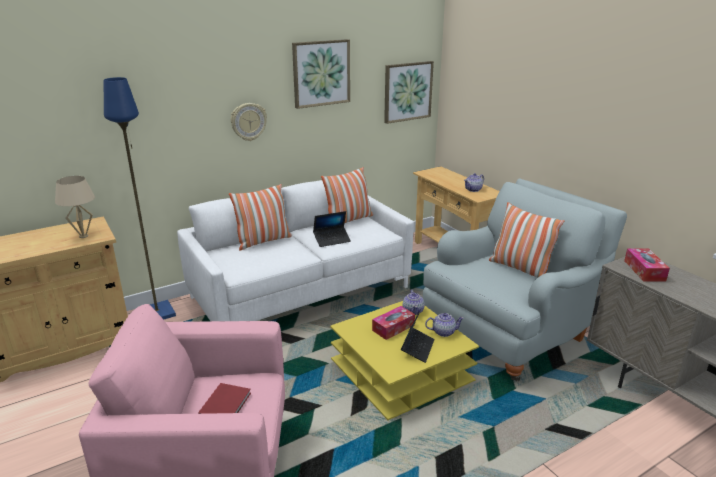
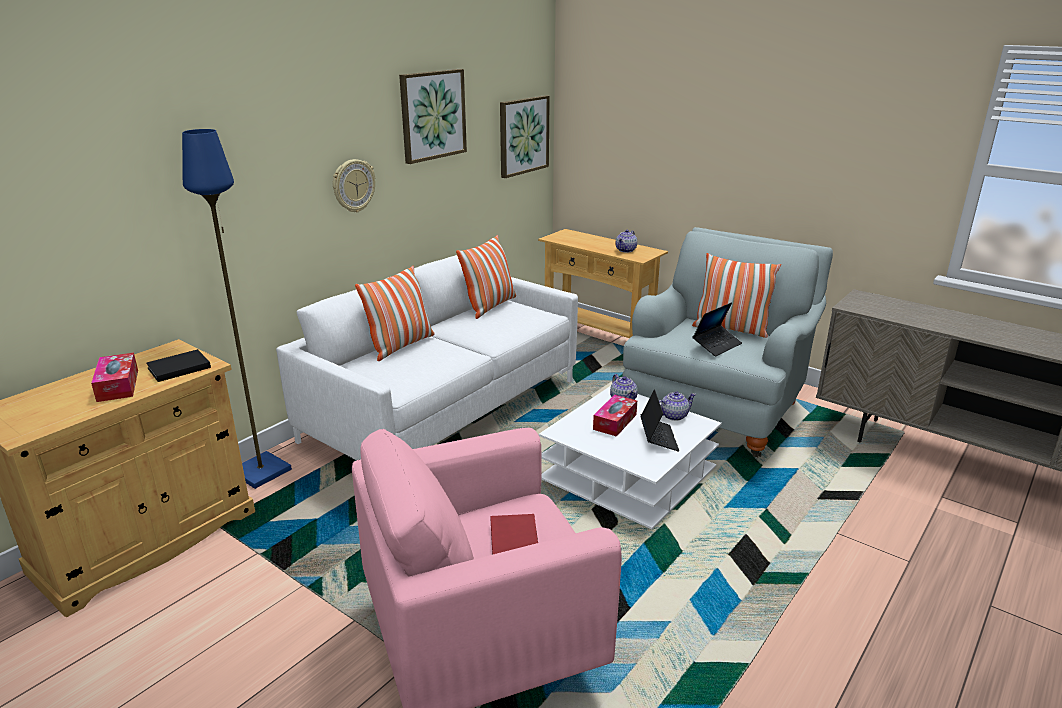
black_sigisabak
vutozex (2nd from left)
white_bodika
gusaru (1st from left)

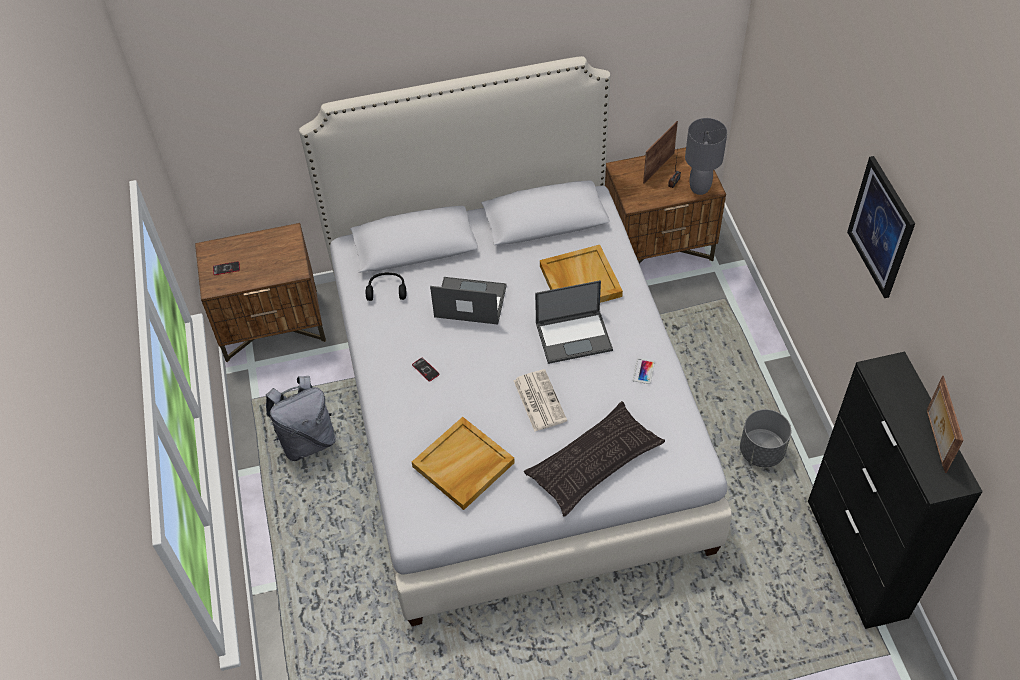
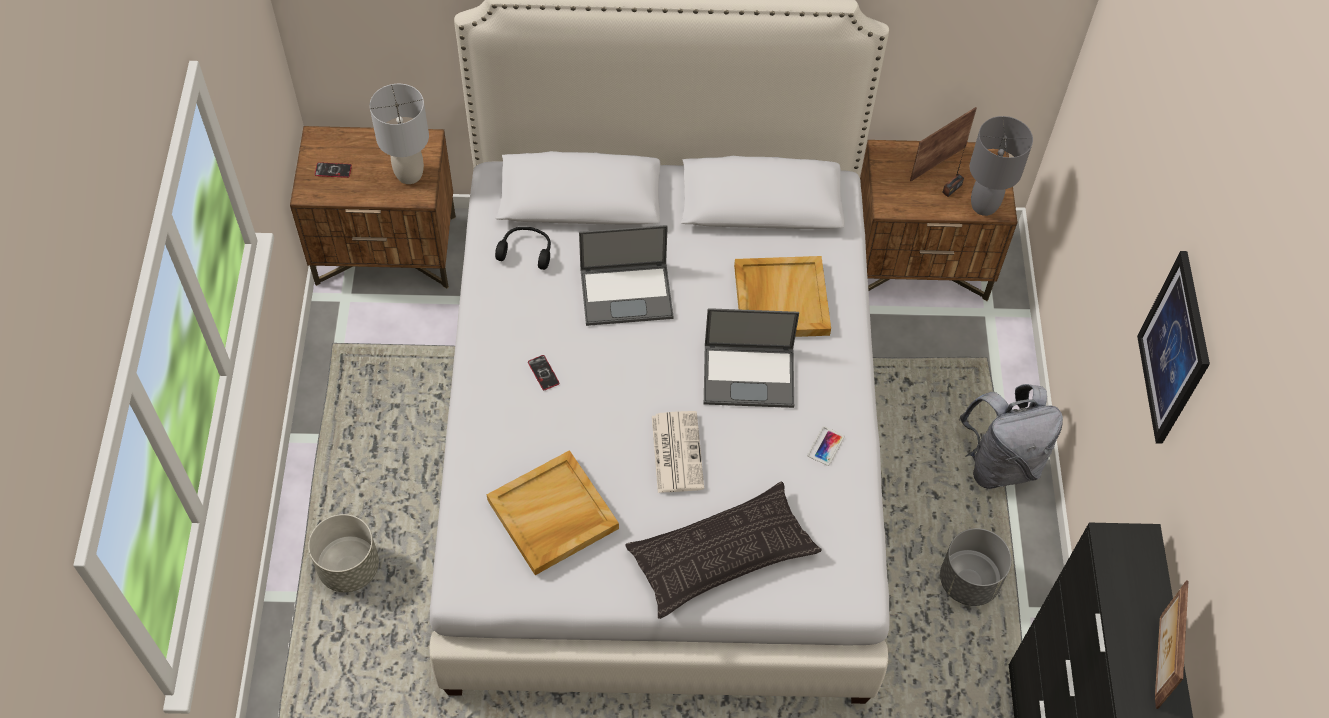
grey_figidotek
vutozex (1st from left)
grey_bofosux (1st from left)
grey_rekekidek (1st from left)

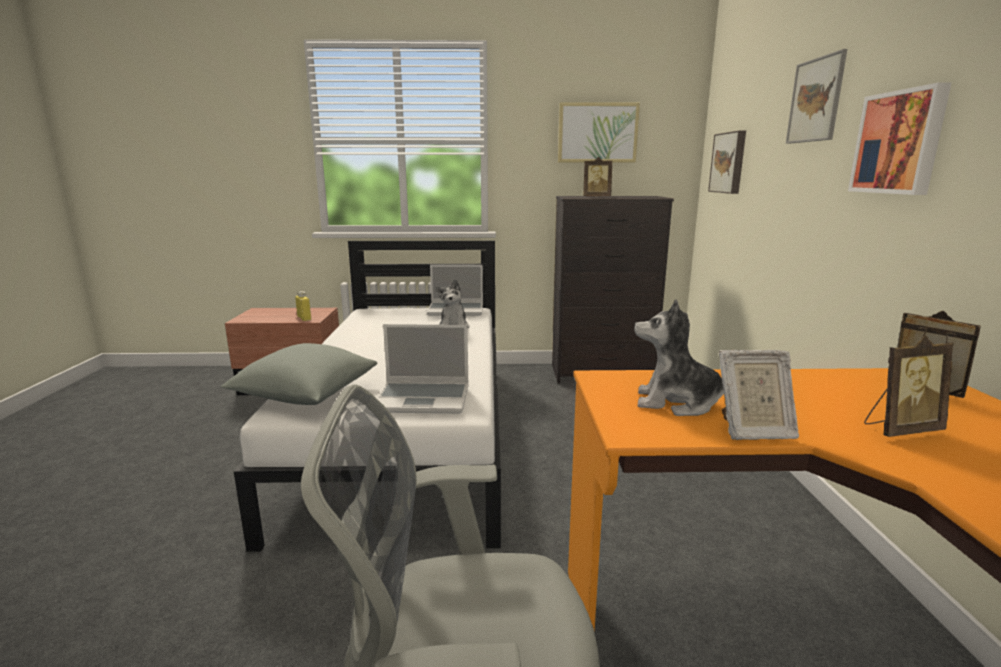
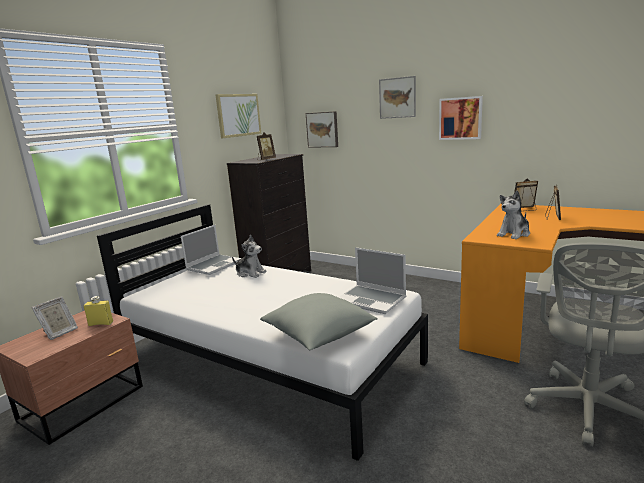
vutozex (2nd from left)
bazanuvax (1st from left)

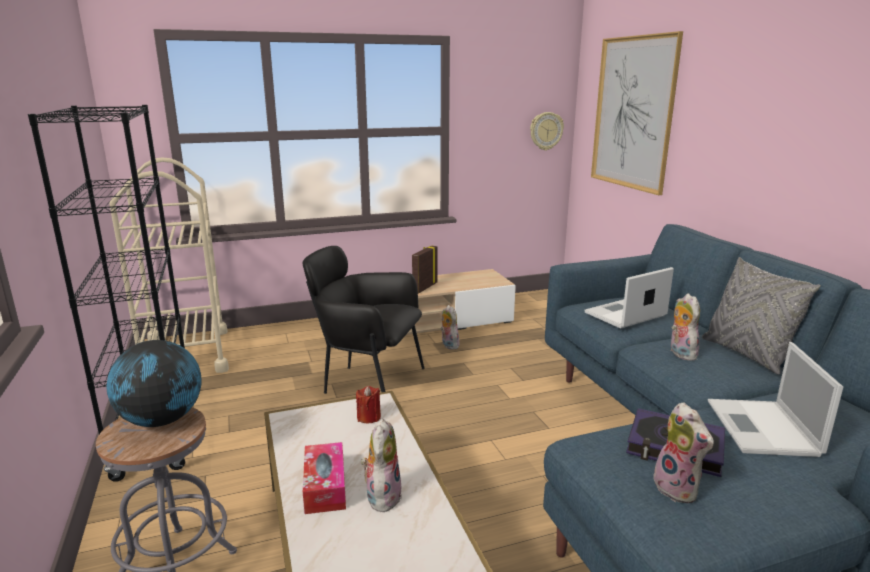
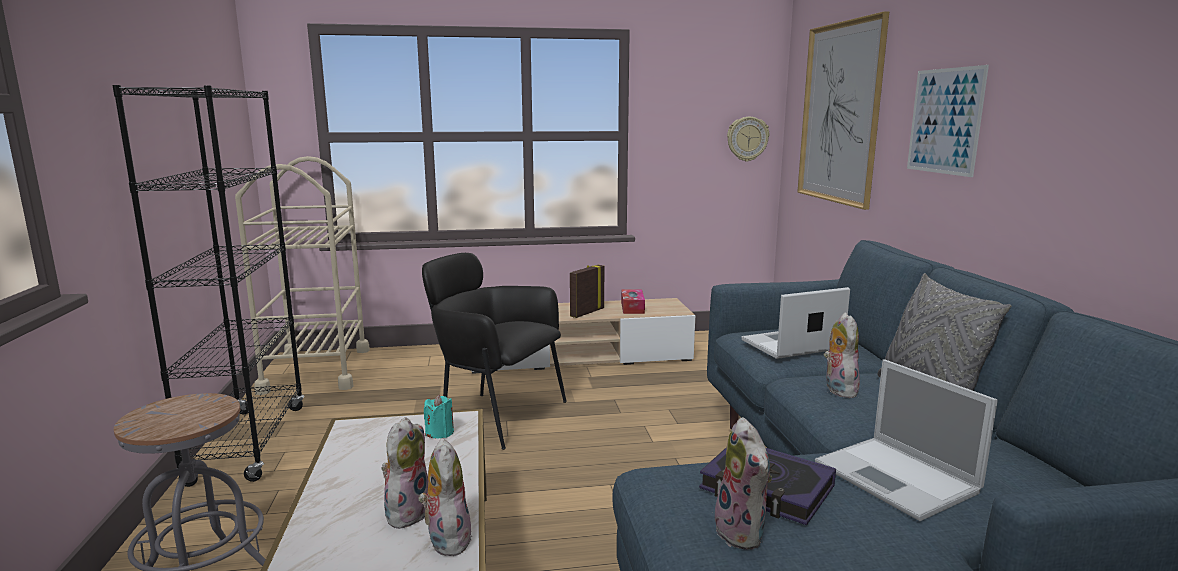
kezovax
gusaru
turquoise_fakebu
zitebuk (2nd from left)
vutozex (2nd from left)
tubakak (2nd from left)

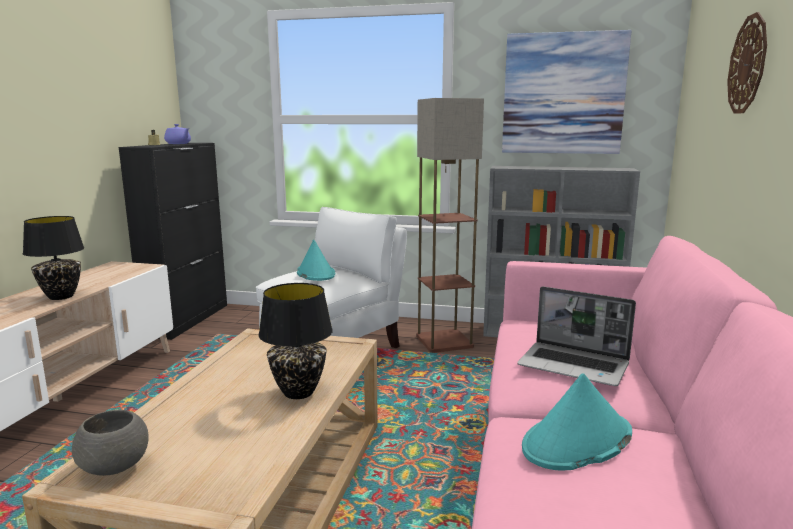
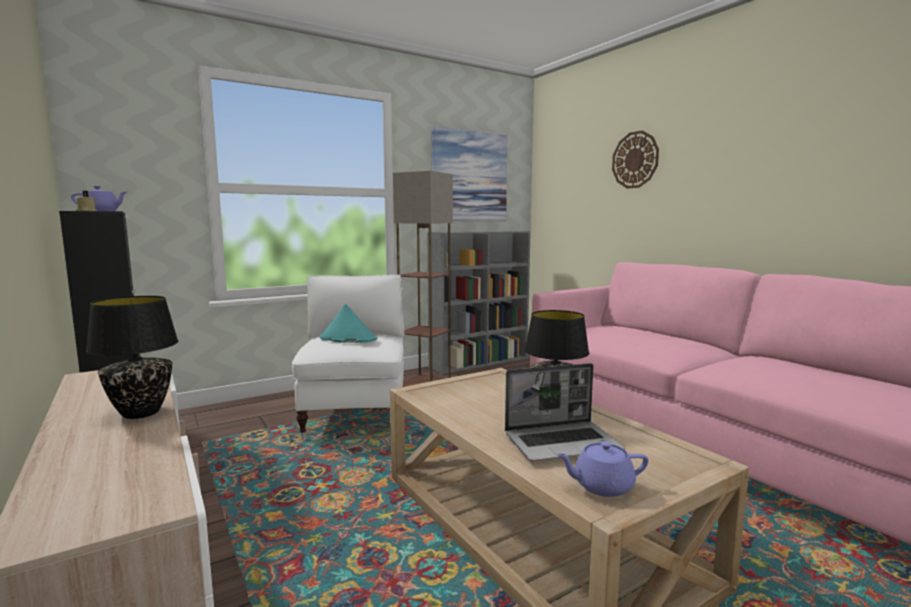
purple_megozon (2nd from left)
vutozex
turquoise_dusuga (2nd from left in the first image)

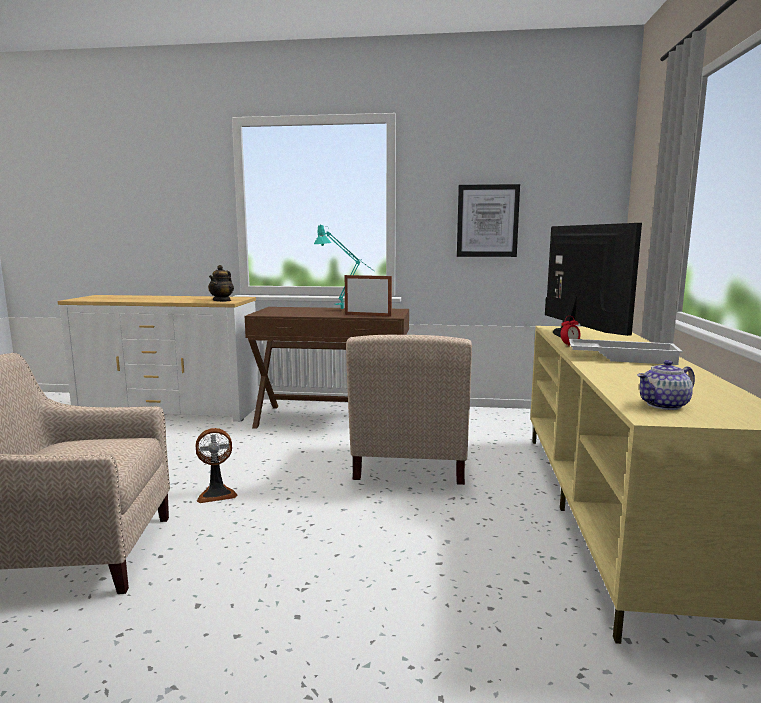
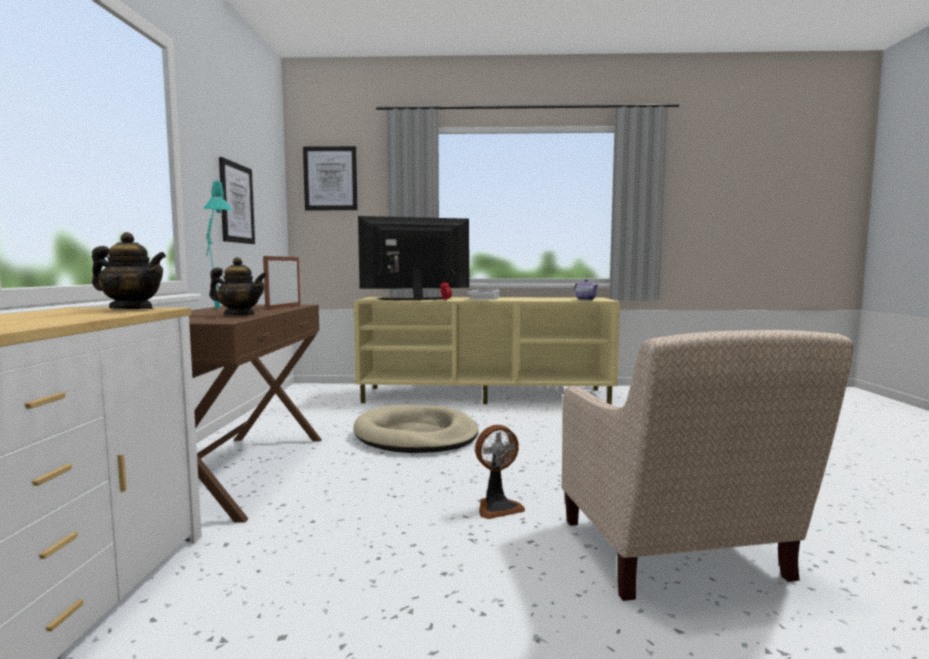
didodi
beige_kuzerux
megozon (2nd from left)
tubakak (2nd from left)

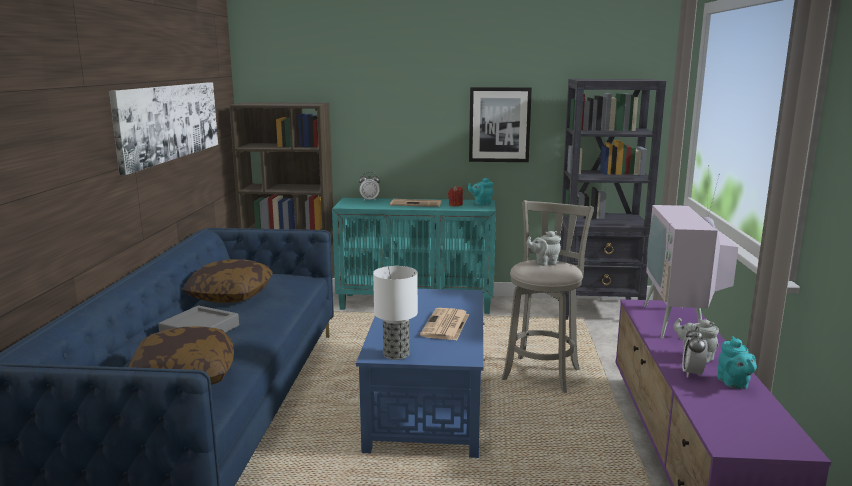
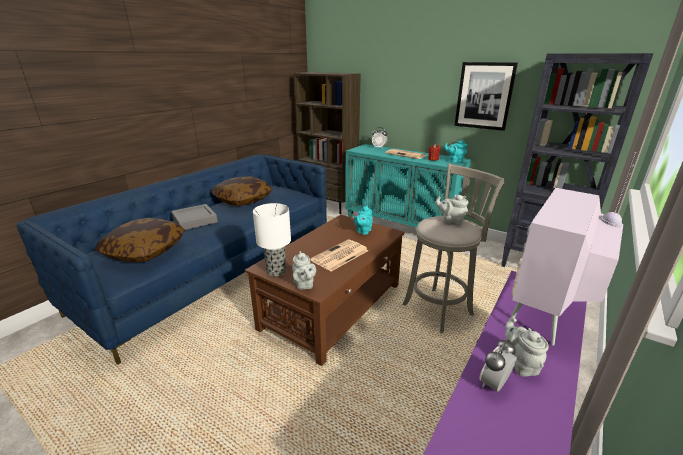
tubakak (1st from left in the first image)
brown_bodika
turquoise_megozon (1st from left)
grey_megozon (1st from left)

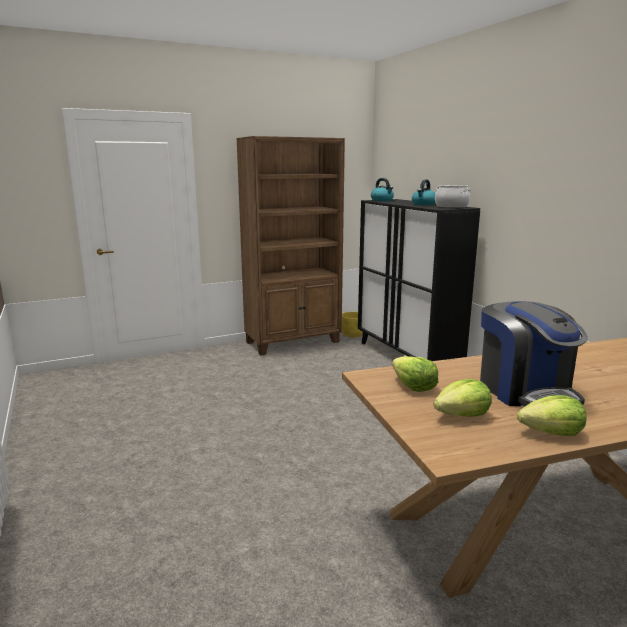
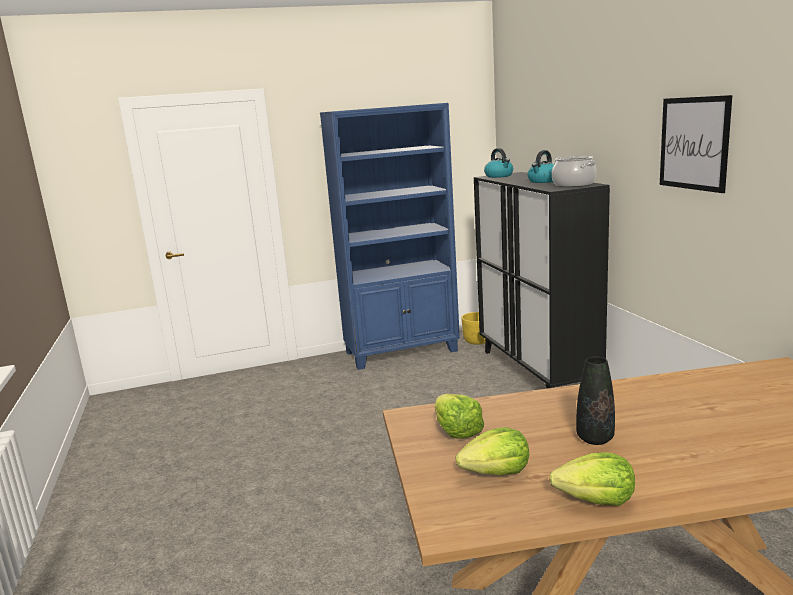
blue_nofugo
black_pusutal
tubakak

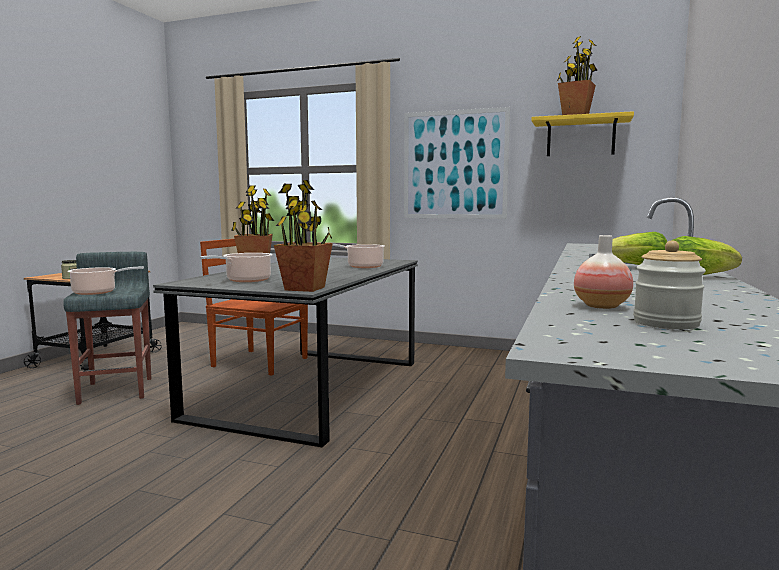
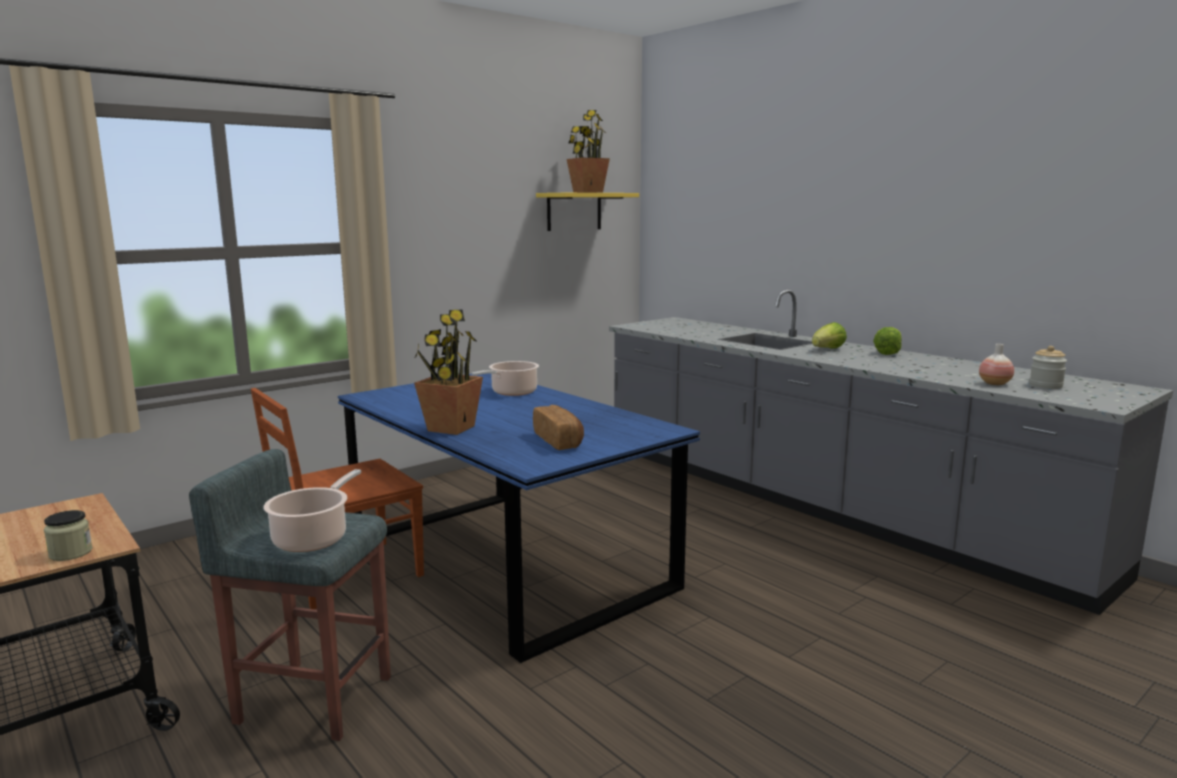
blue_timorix
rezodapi
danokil (2nd from left in the first image)
tubakak

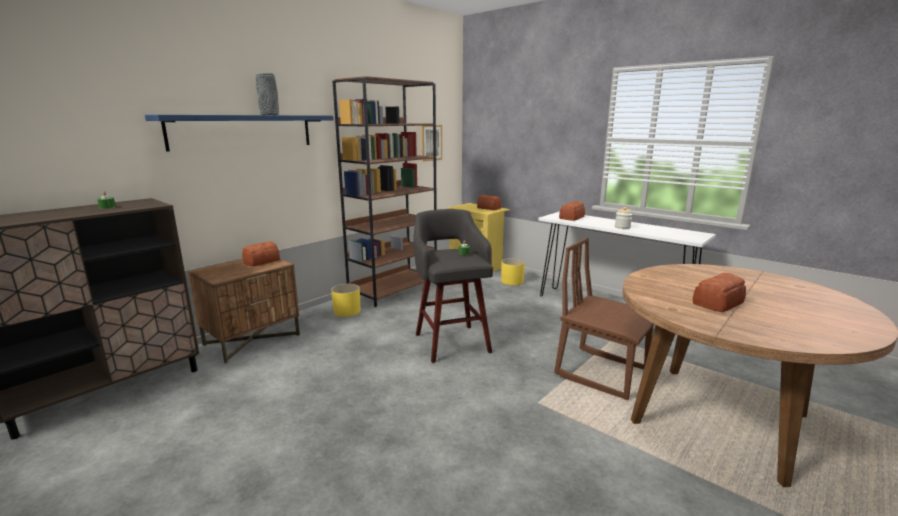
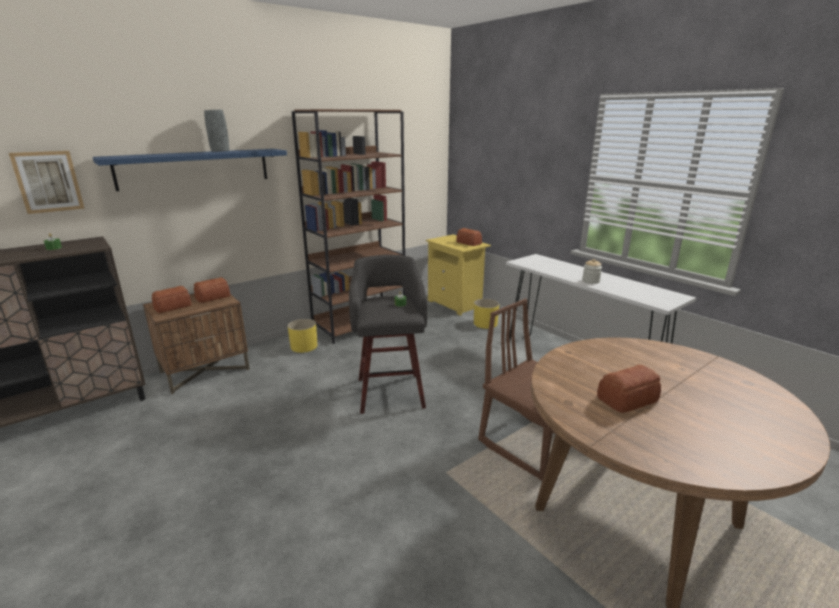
tubakak
rezodapi (1st from left)

